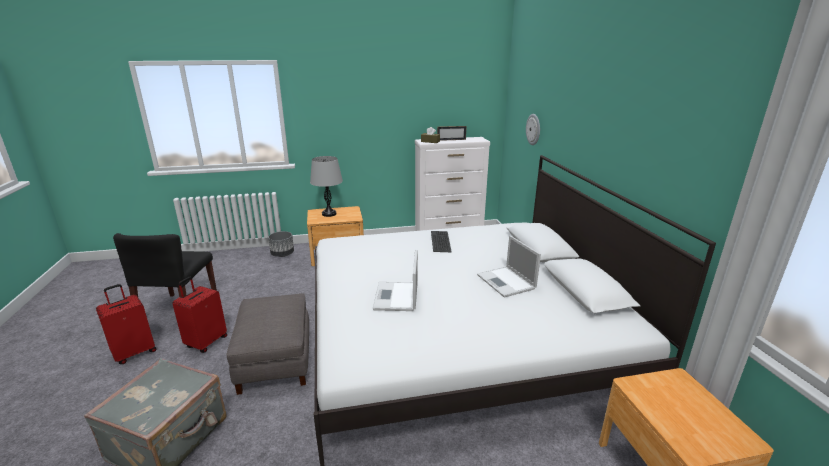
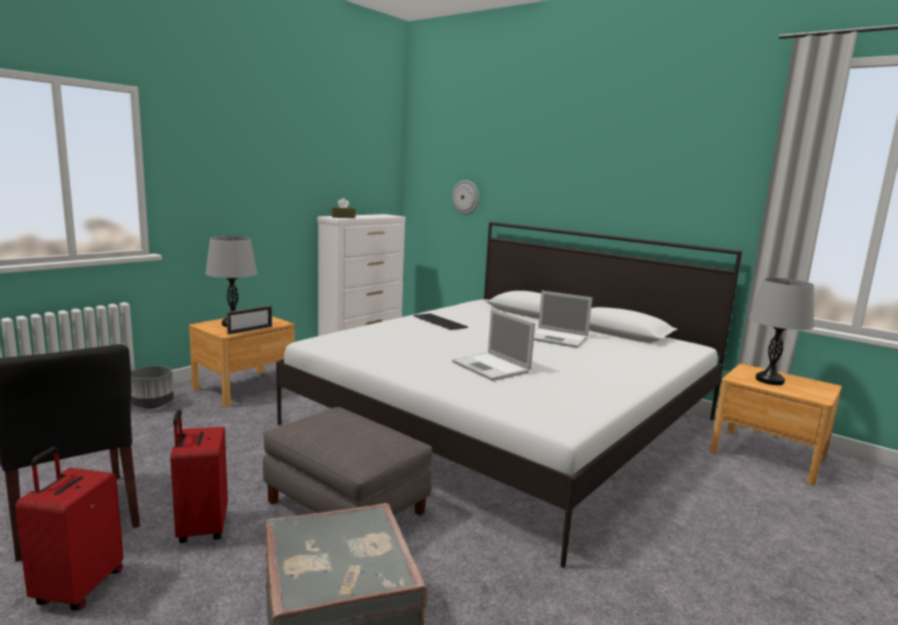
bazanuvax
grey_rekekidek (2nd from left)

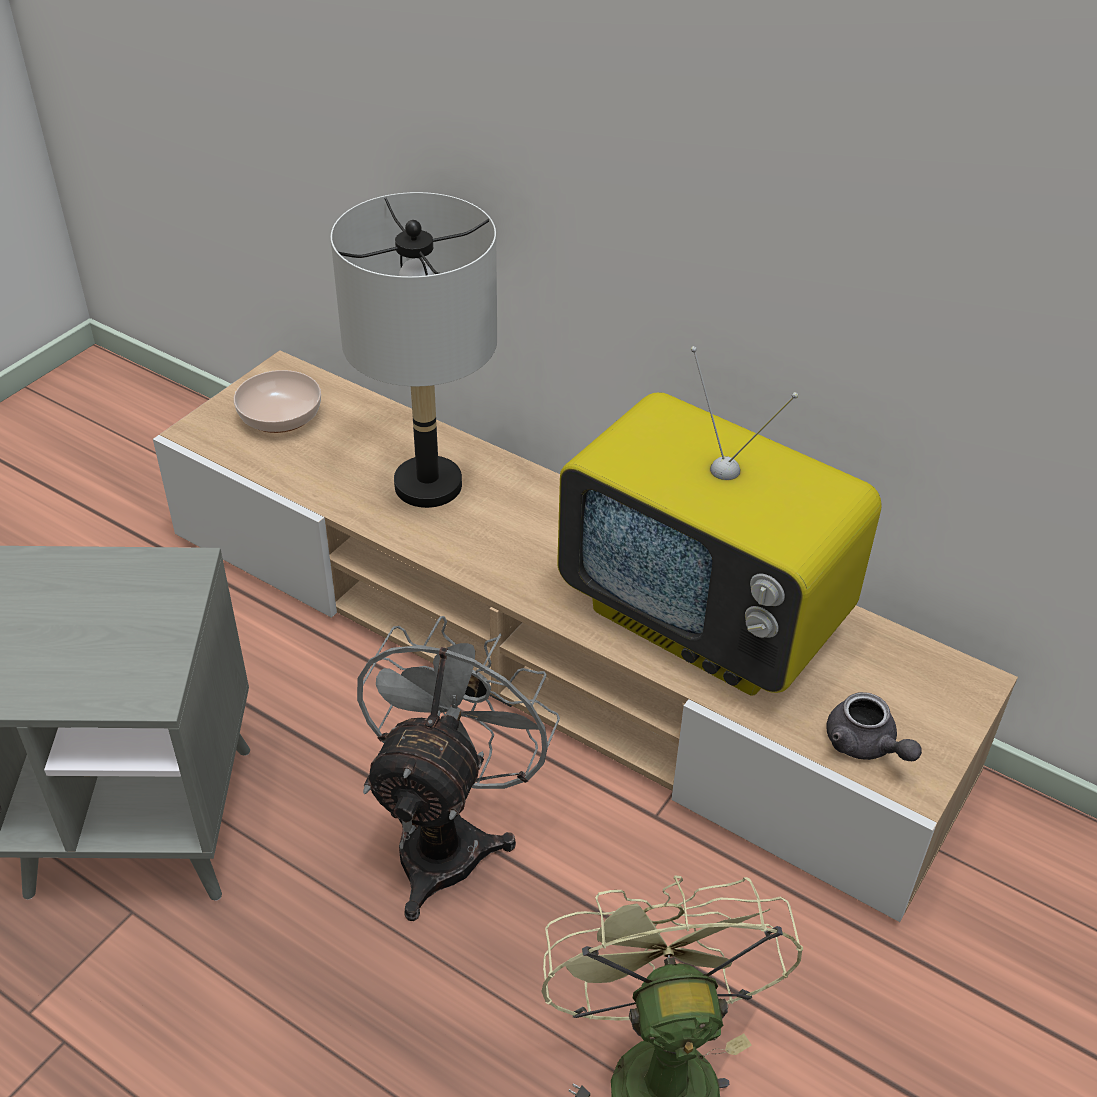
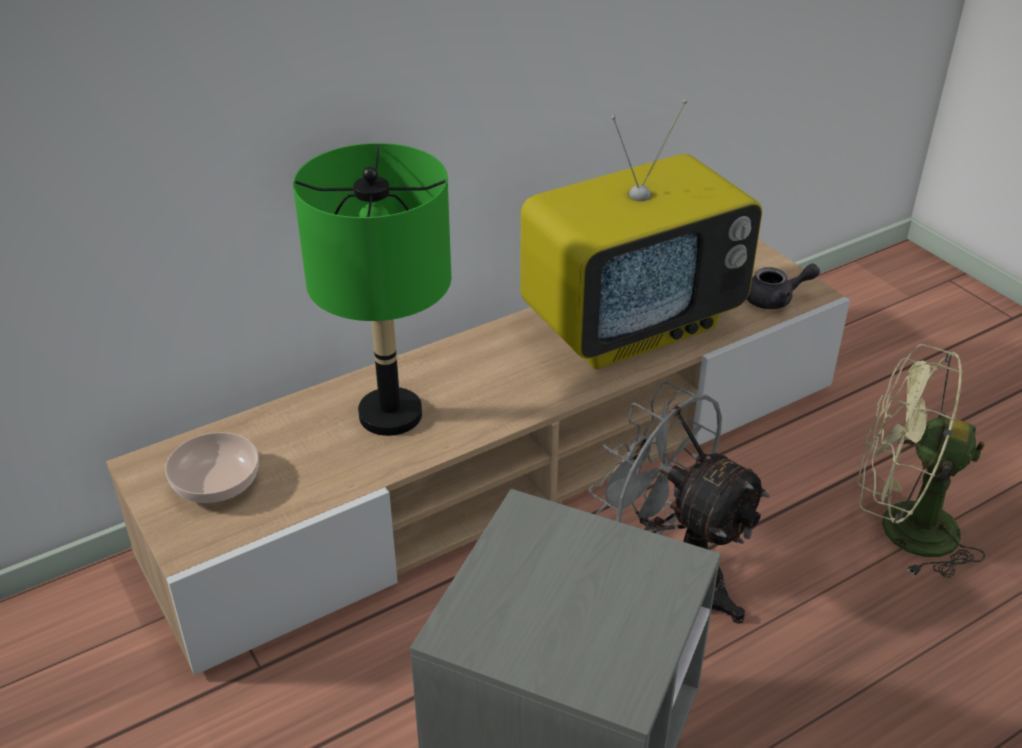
green_rekekidek

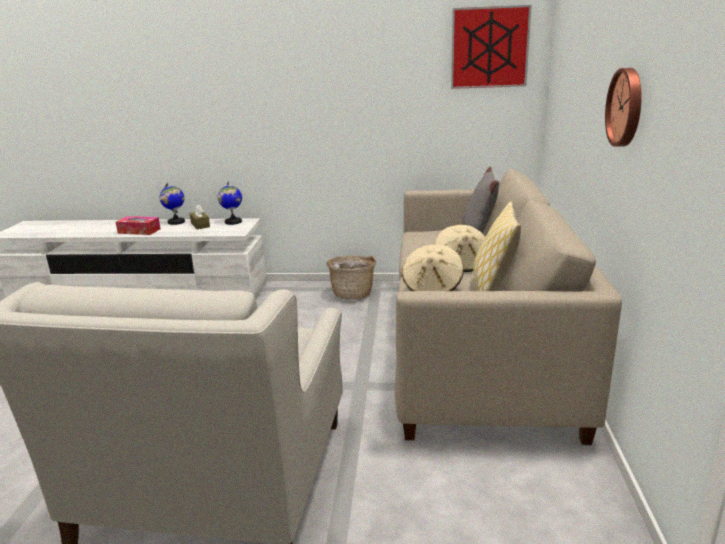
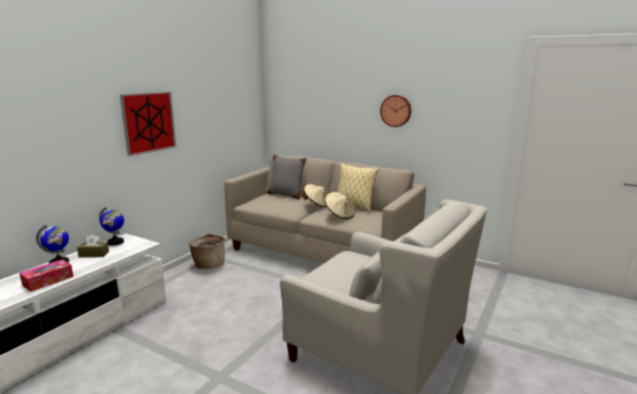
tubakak

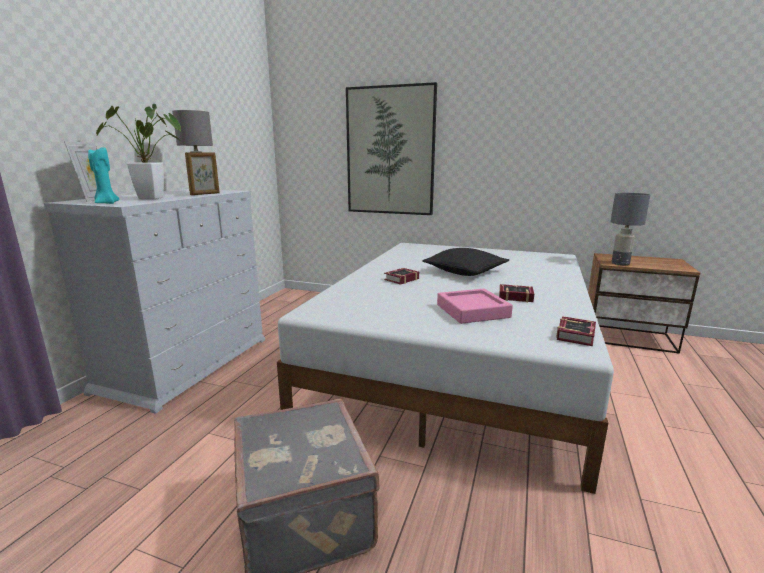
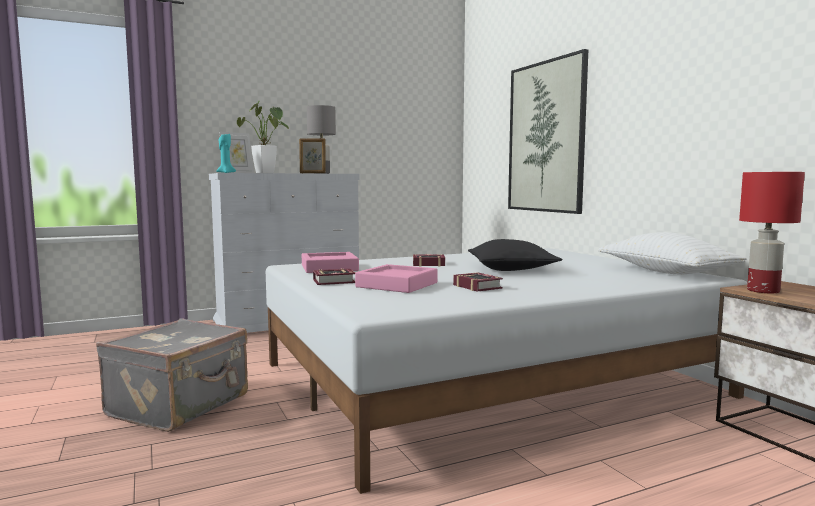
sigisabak (1st from left)
red_rekekidek
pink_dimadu (1st from left)
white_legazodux

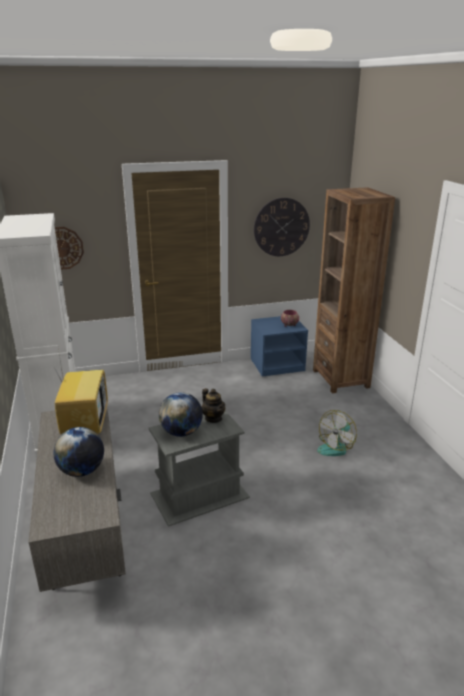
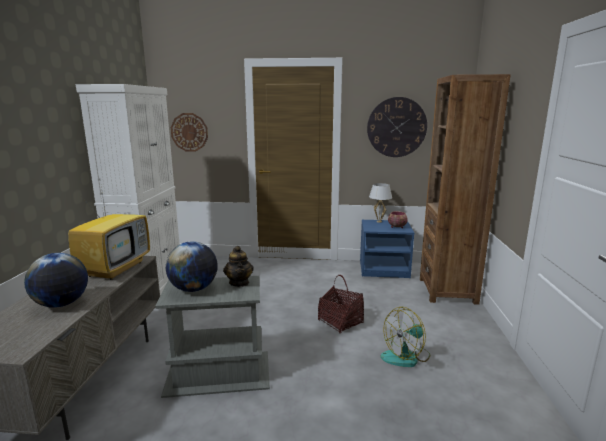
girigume
white_rekekidek

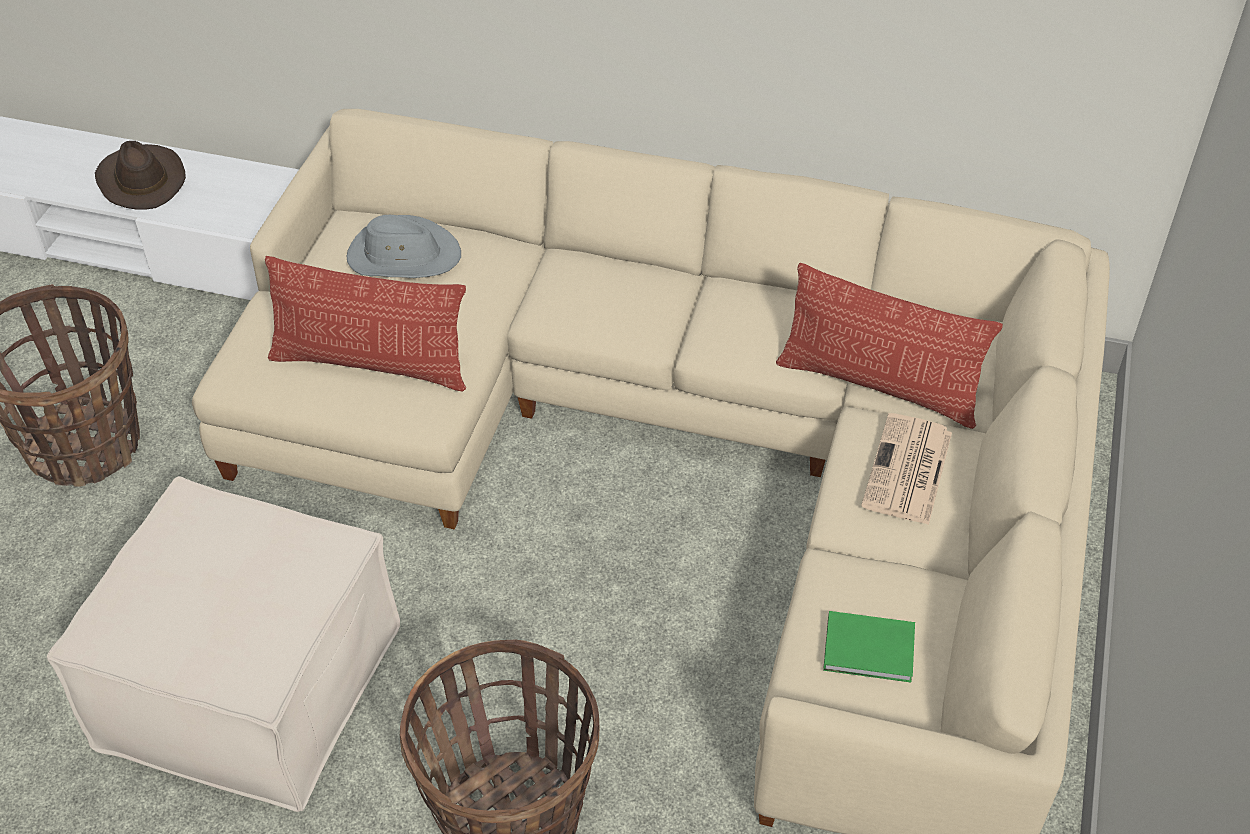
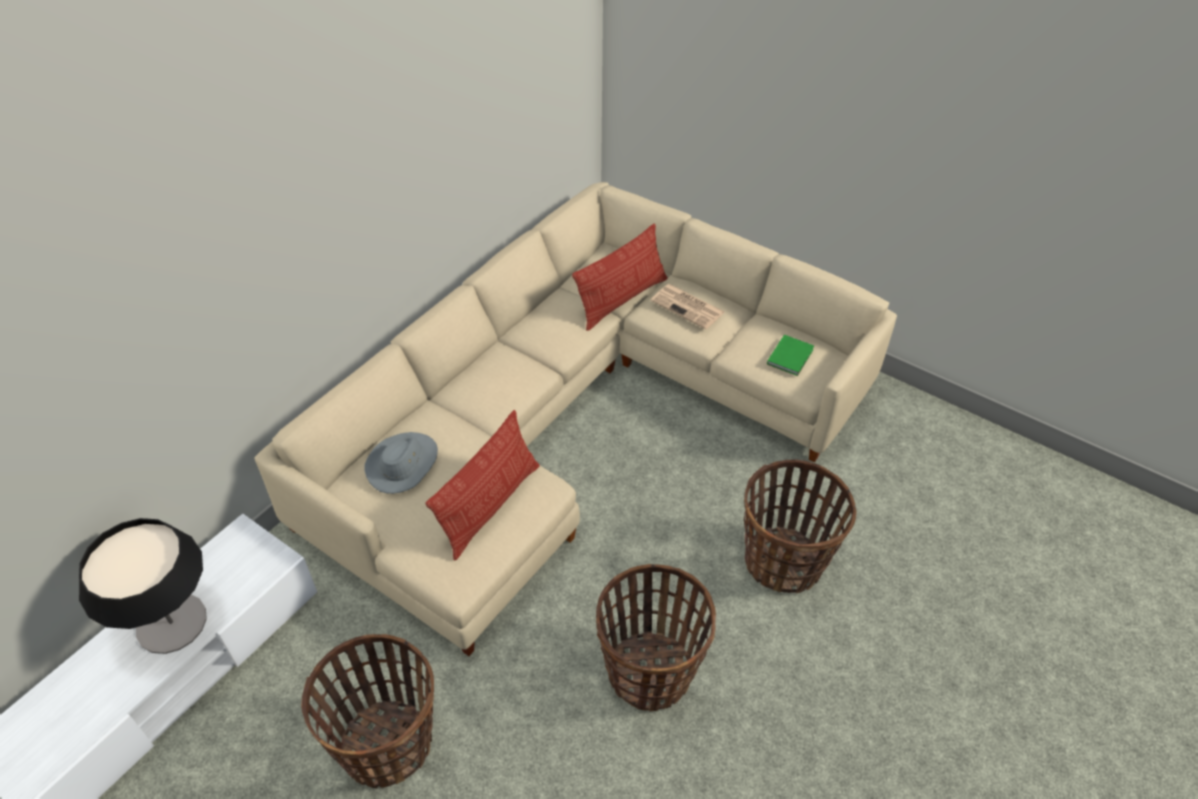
girigume (2nd from left)
rekekidek

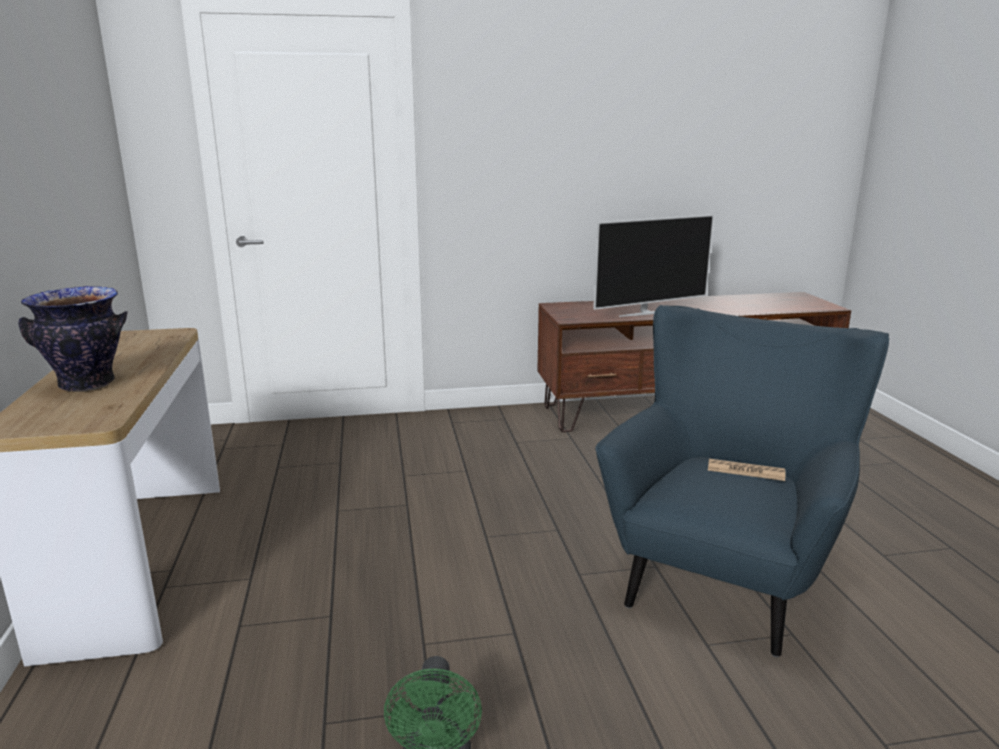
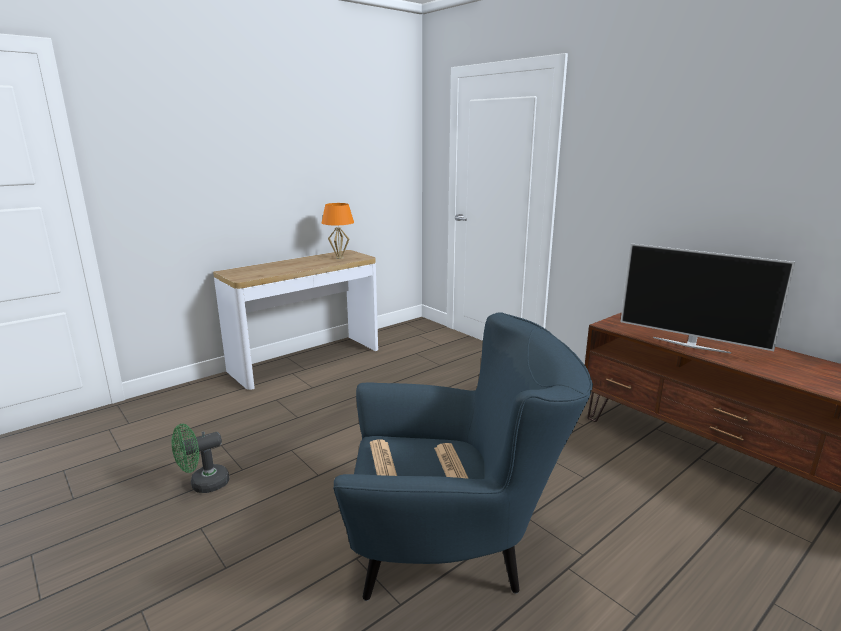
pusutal
orange_rekekidek
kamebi (1st from left)

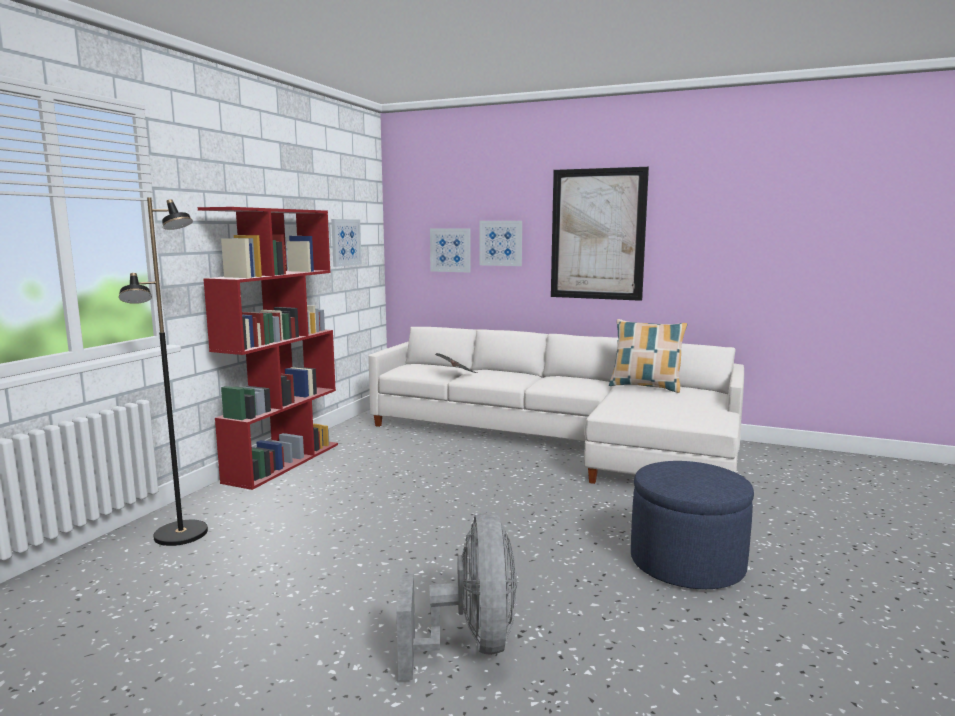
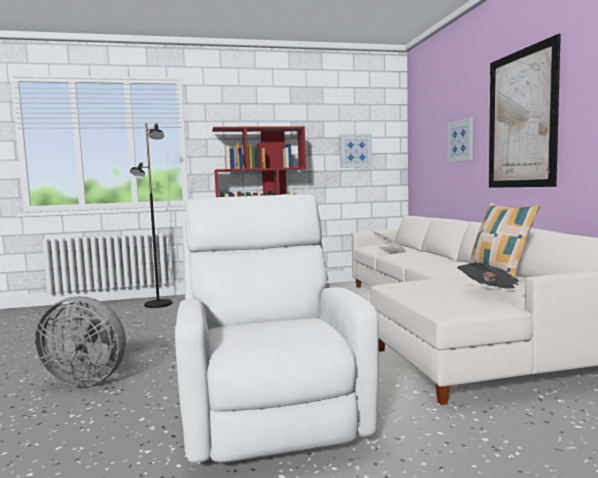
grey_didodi
tubakak (2nd from left in the first image)
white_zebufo
kamebi (2nd from left)

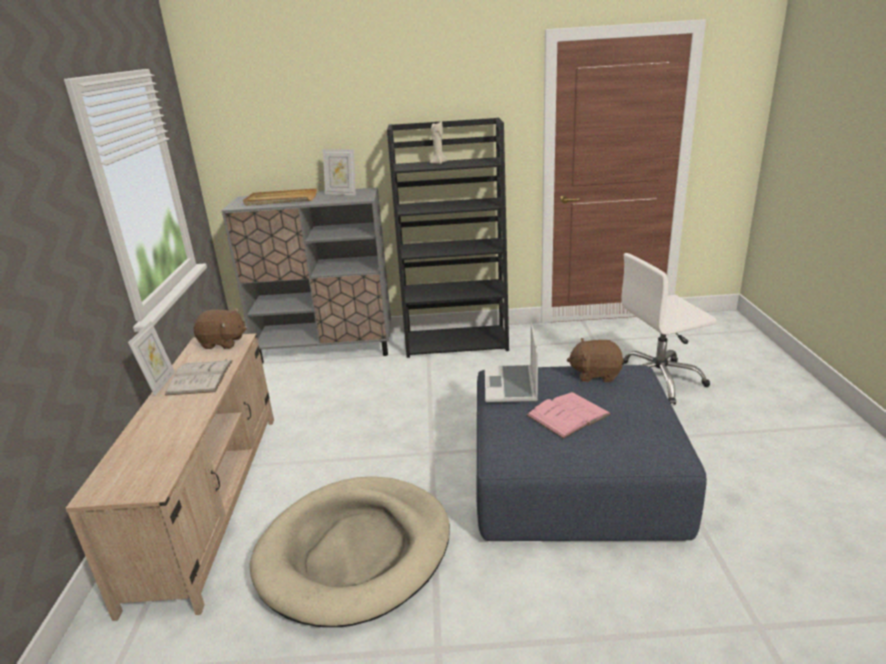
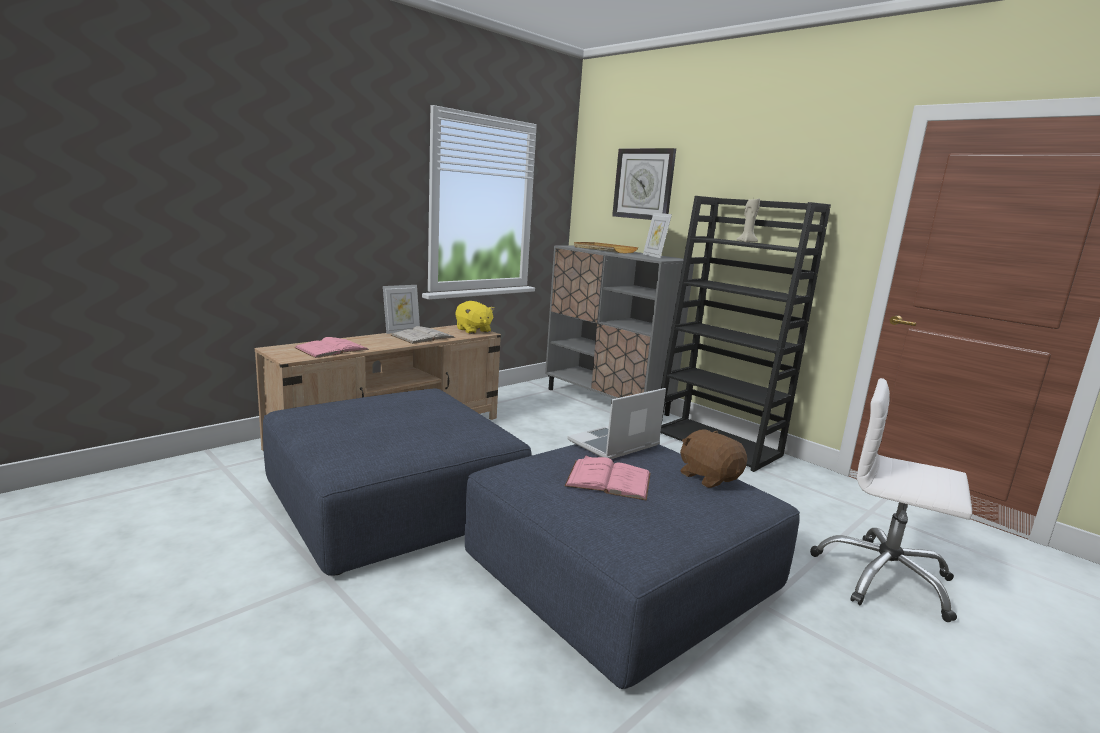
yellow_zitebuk
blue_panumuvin (1st from left)
pink_sigisabak (1st from left)
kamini

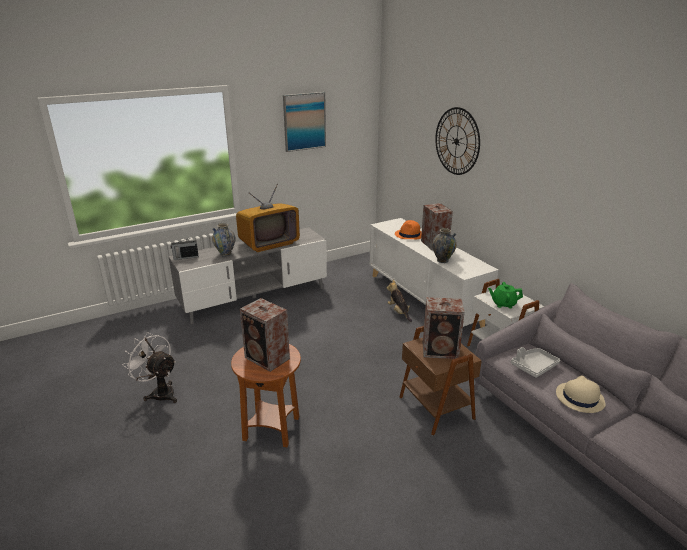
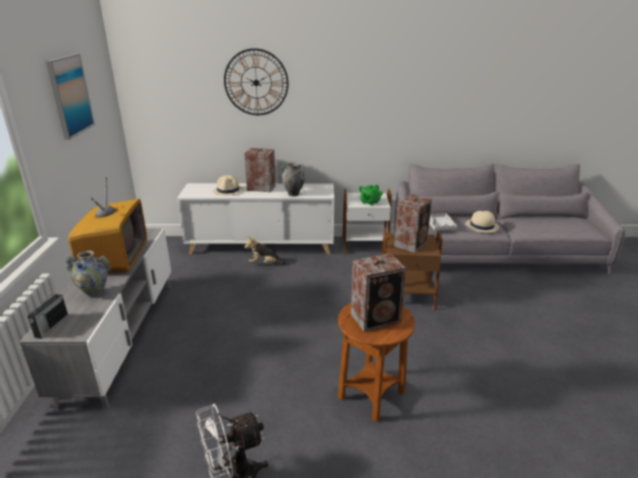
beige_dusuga (1st from left)

